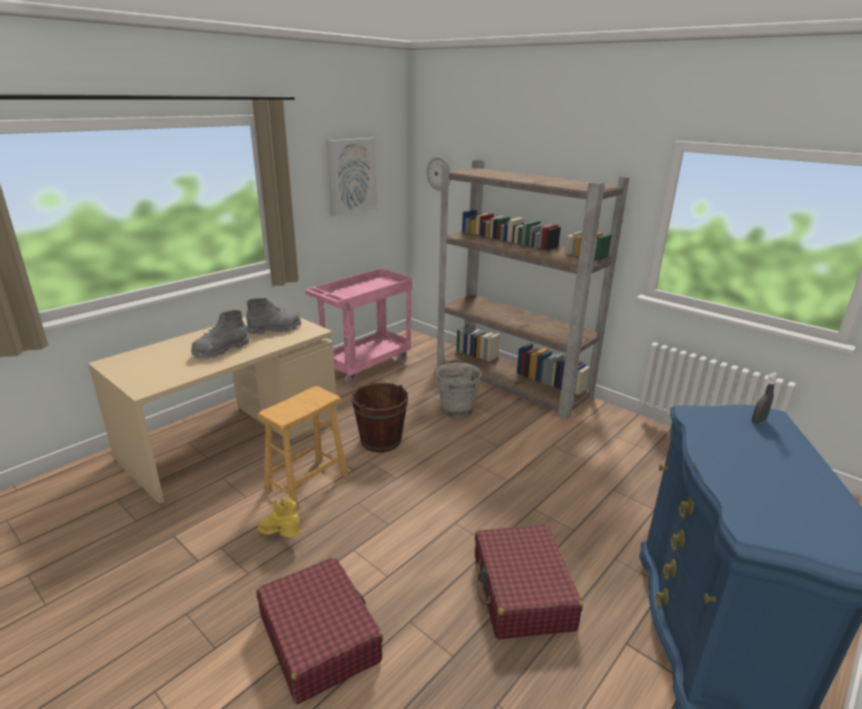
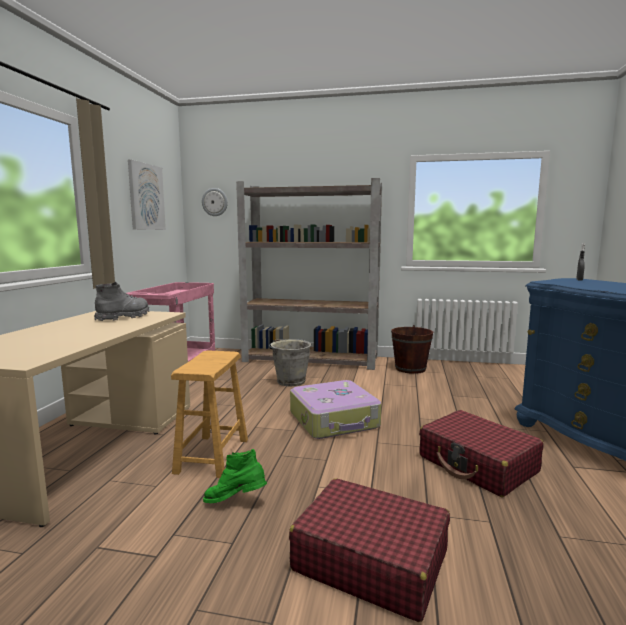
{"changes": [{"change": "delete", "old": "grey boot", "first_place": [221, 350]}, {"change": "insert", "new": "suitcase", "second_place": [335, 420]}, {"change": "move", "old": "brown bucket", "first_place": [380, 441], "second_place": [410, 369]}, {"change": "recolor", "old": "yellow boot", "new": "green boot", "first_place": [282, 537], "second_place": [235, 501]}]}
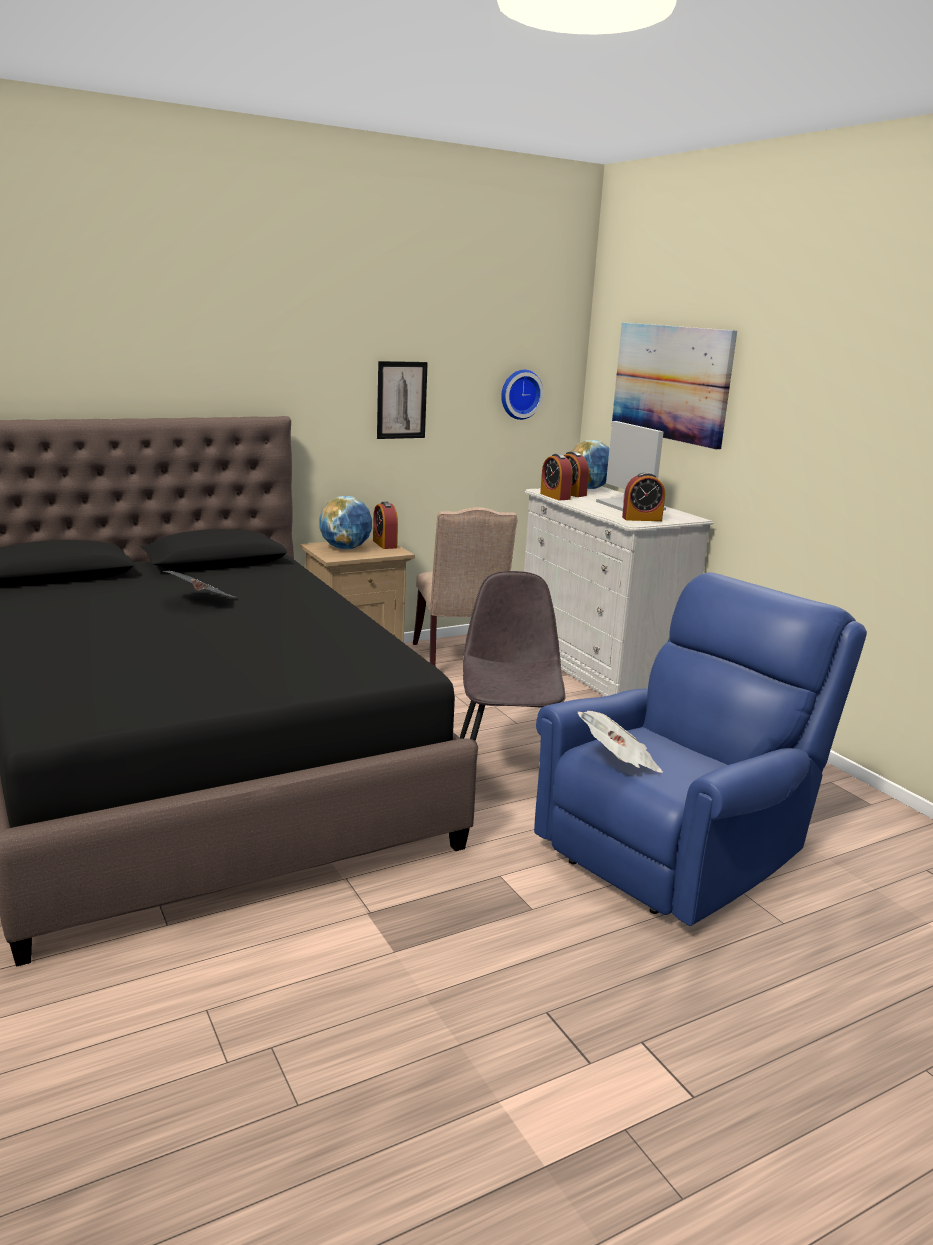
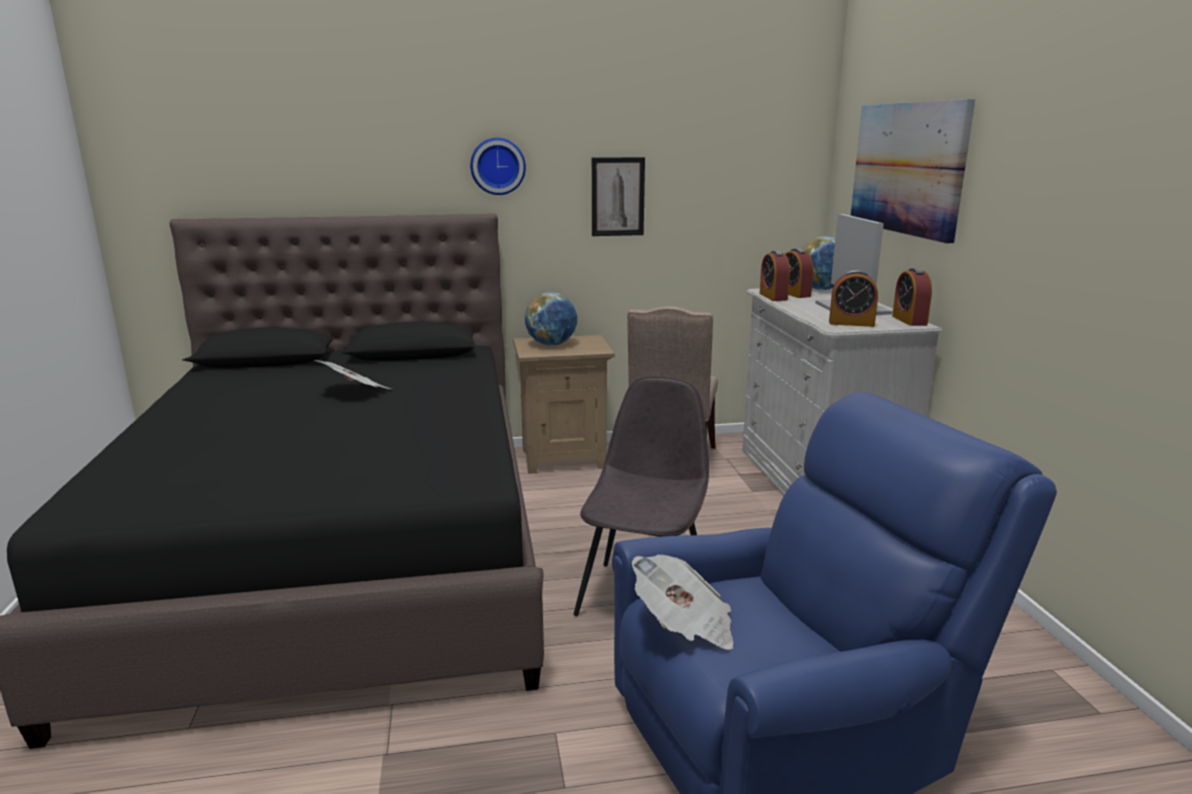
{"changes": [{"change": "move", "old": "alarm clock", "first_place": [384, 544], "second_place": [909, 320]}, {"change": "move", "old": "wall clock", "first_place": [520, 394], "second_place": [497, 166]}]}
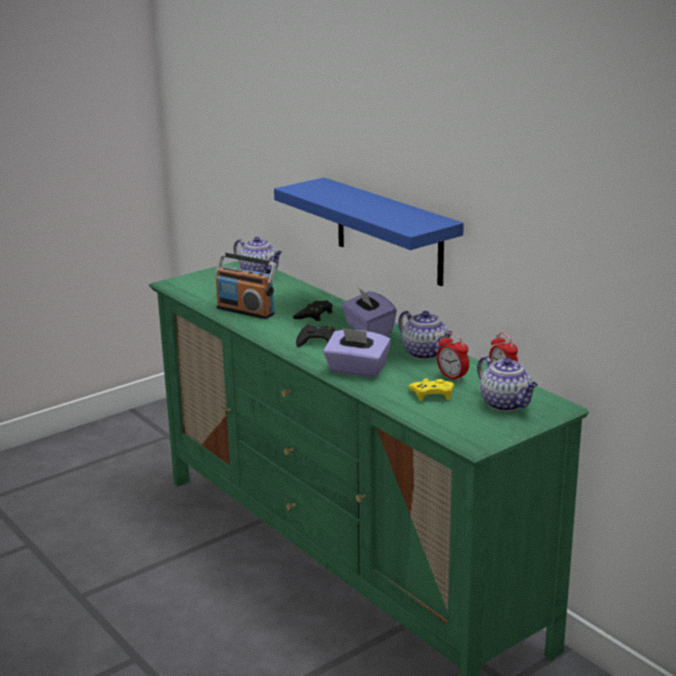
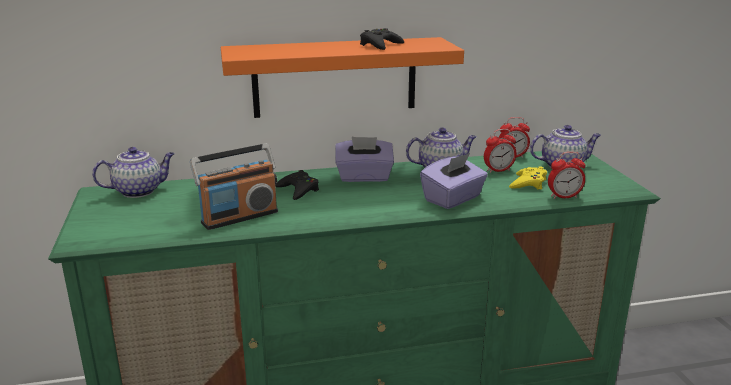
{"changes": [{"change": "insert", "new": "alarm clock", "second_place": [564, 197]}, {"change": "move", "old": "black game controller", "first_place": [318, 342], "second_place": [380, 45]}, {"change": "recolor", "old": "blue shelf", "new": "orange shelf", "first_place": [389, 231], "second_place": [335, 77]}]}
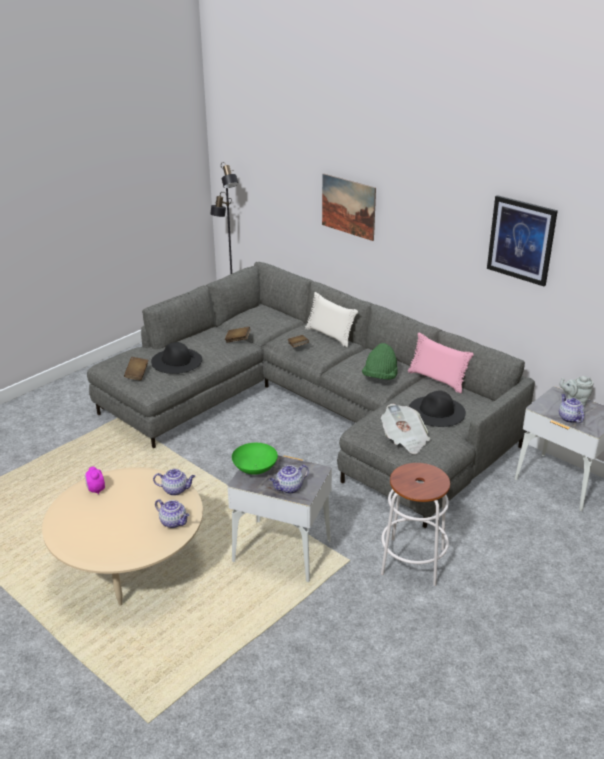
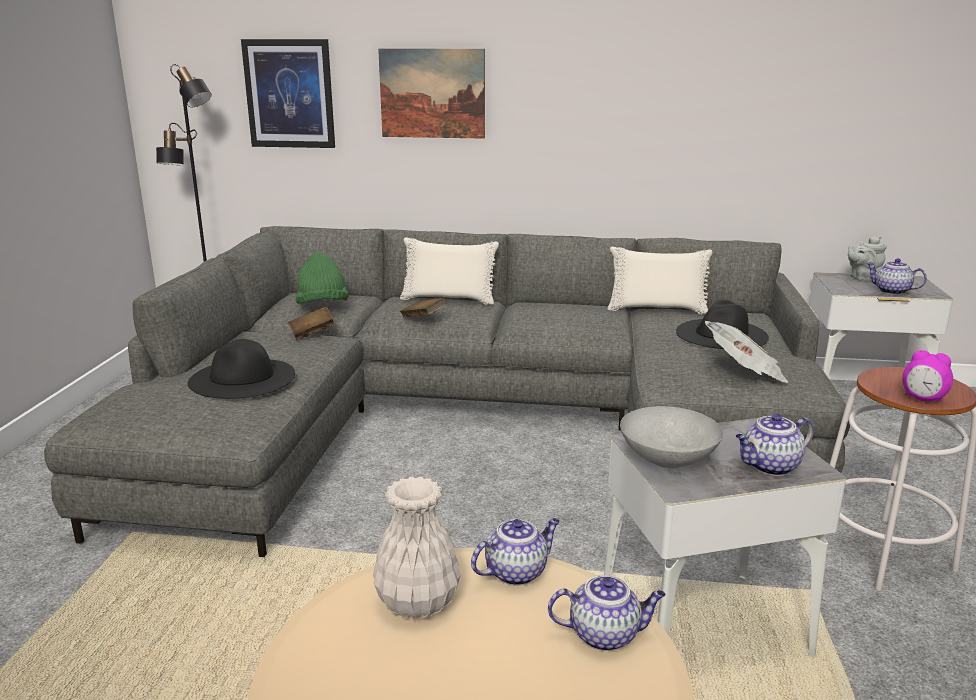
{"changes": [{"change": "delete", "old": "brown book", "first_place": [137, 374]}, {"change": "insert", "new": "white vase", "second_place": [417, 603]}, {"change": "move", "old": "alarm clock", "first_place": [96, 490], "second_place": [923, 399]}, {"change": "move", "old": "green hat", "first_place": [380, 377], "second_place": [322, 307]}, {"change": "move", "old": "picture", "first_place": [521, 240], "second_place": [289, 94]}, {"change": "recolor", "old": "green bowl", "new": "grey bowl", "first_place": [254, 469], "second_place": [666, 461]}, {"change": "recolor", "old": "pink pillow", "new": "white pillow", "first_place": [437, 380], "second_place": [656, 309]}, {"change": "rotate", "old": "teapot", "first_place": [289, 488], "second_place": [770, 466], "degrees": 45}]}
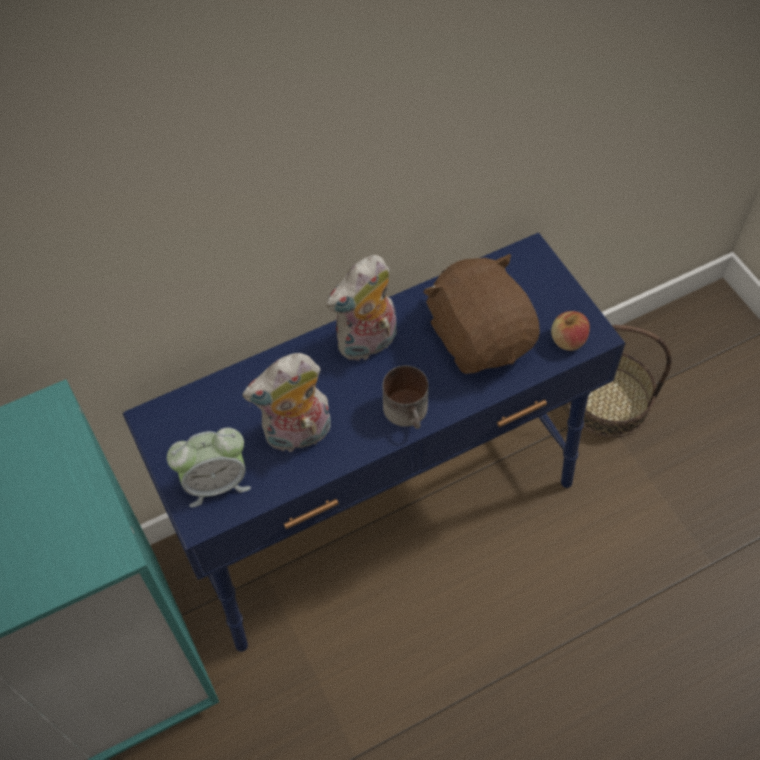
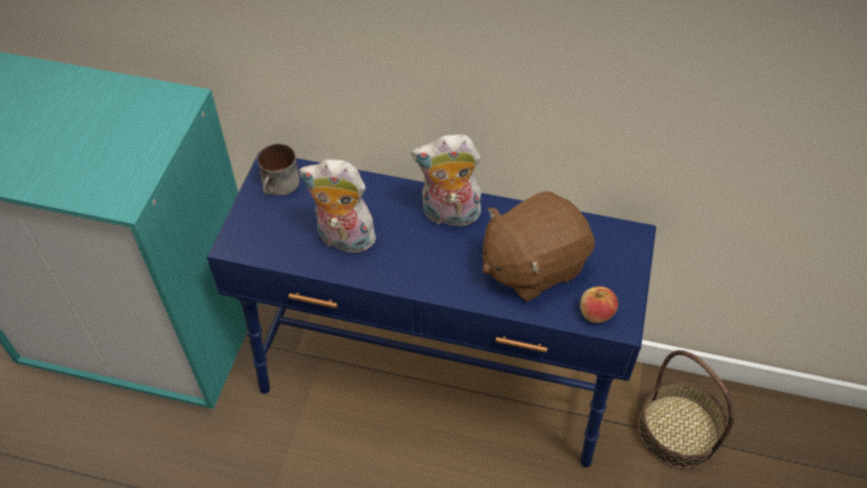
{"changes": [{"change": "delete", "old": "alarm clock", "first_place": [216, 483]}, {"change": "move", "old": "mug", "first_place": [409, 412], "second_place": [280, 186]}, {"change": "rotate", "old": "brown plush toy", "first_place": [480, 337], "second_place": [532, 265], "degrees": -135}]}
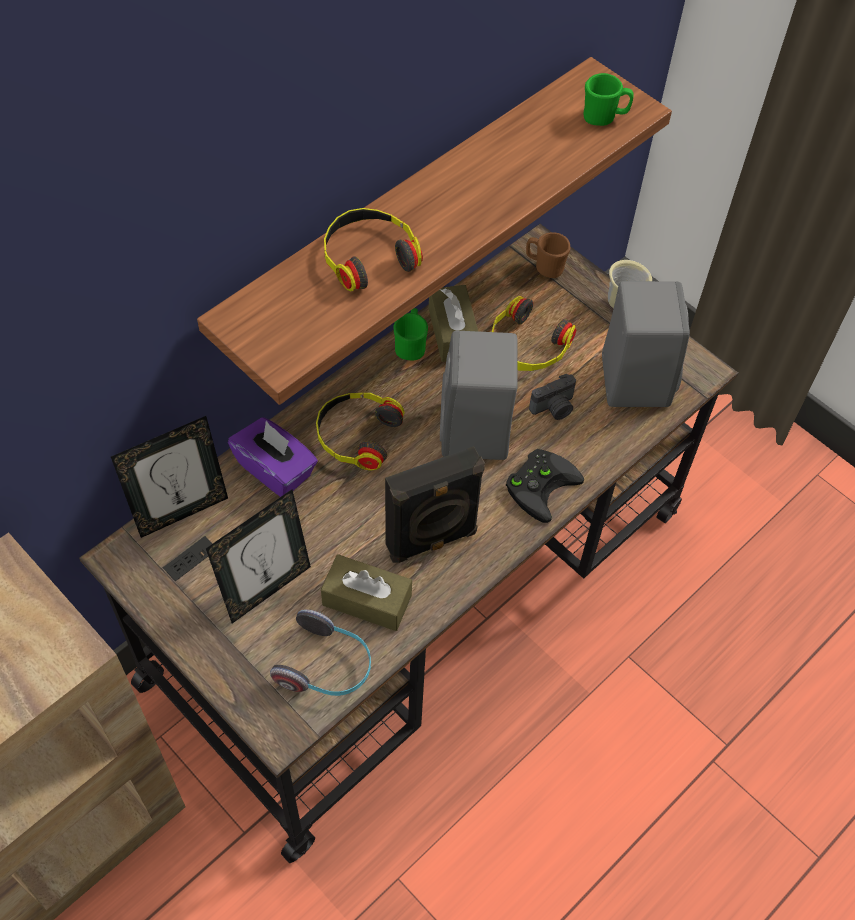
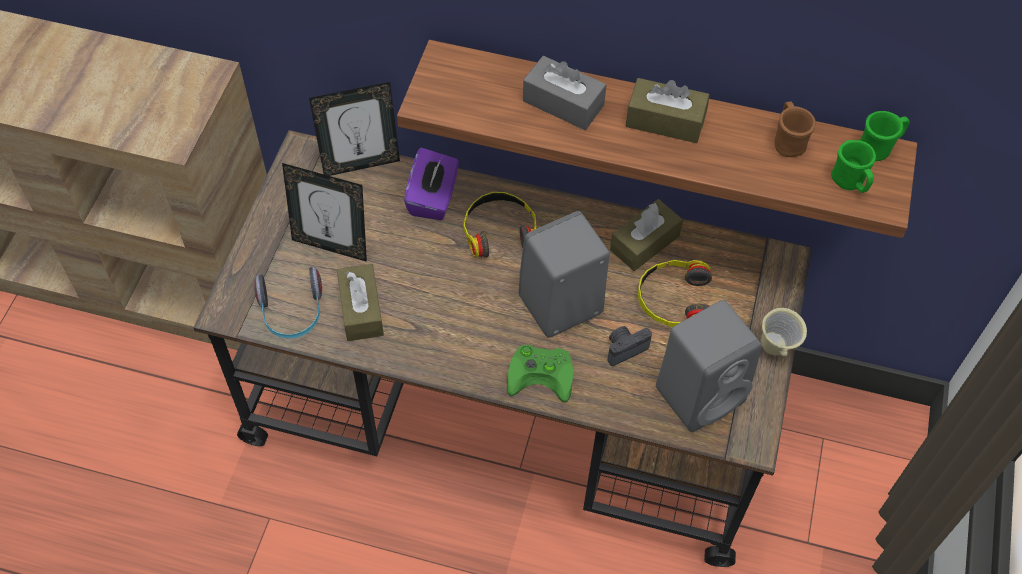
{"changes": [{"change": "delete", "old": "black speaker", "first_place": [432, 541]}, {"change": "insert", "new": "brown tissue box", "second_place": [665, 121]}, {"change": "move", "old": "green mug", "first_place": [411, 345], "second_place": [878, 148]}, {"change": "move", "old": "brown mug", "first_place": [545, 267], "second_place": [787, 142]}, {"change": "replace", "old": "headphones", "new": "grey tissue box", "first_place": [368, 256], "second_place": [563, 103]}, {"change": "recolor", "old": "black game controller", "new": "green game controller", "first_place": [540, 484], "second_place": [543, 373]}, {"change": "rotate", "old": "picture frame", "first_place": [181, 511], "second_place": [360, 164], "degrees": -45}, {"change": "rotate", "old": "photo camera", "first_place": [554, 408], "second_place": [624, 348], "degrees": 120}]}
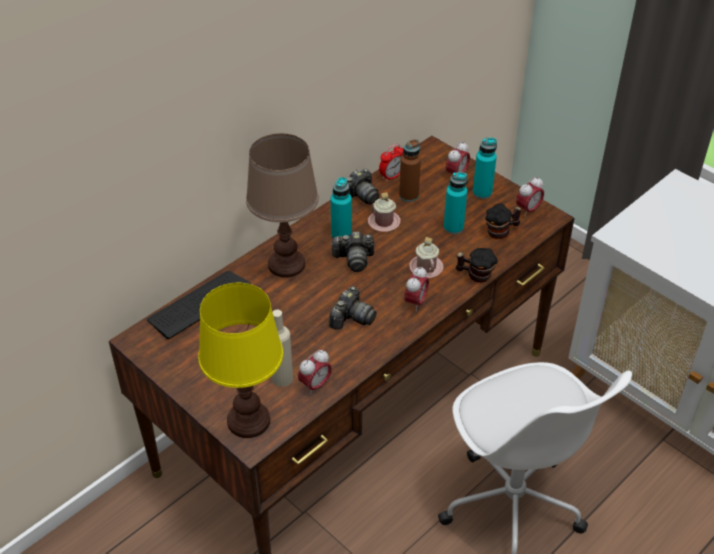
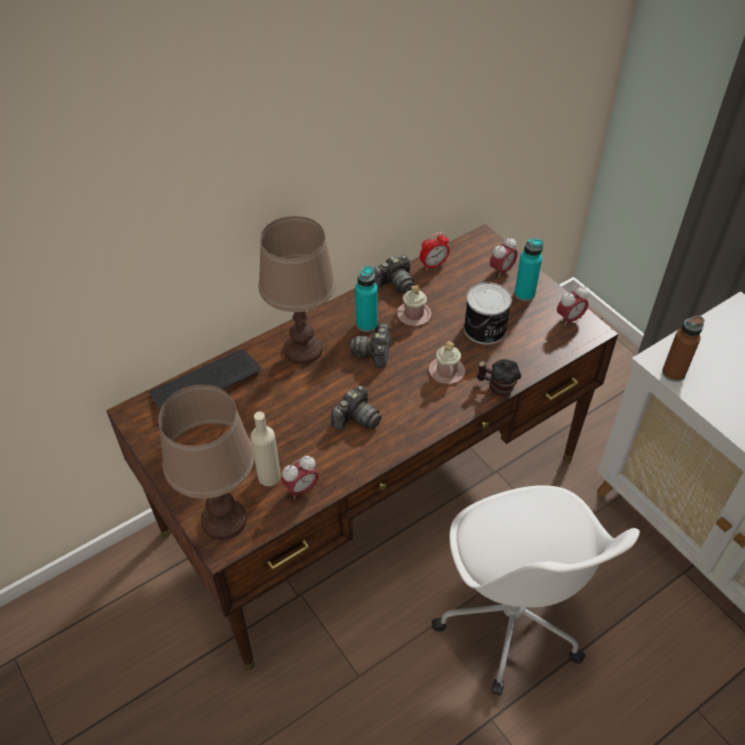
{"changes": [{"change": "delete", "old": "alarm clock", "first_place": [415, 302]}, {"change": "delete", "old": "mug", "first_place": [501, 232]}, {"change": "move", "old": "brown bottle", "first_place": [409, 195], "second_place": [673, 373]}, {"change": "replace", "old": "turquoise bottle", "new": "can", "first_place": [453, 227], "second_place": [485, 329]}, {"change": "recolor", "old": "yellow table lamp", "new": "brown table lamp", "first_place": [249, 421], "second_place": [224, 520]}, {"change": "rotate", "old": "photo camera", "first_place": [354, 259], "second_place": [373, 352], "degrees": 90}]}
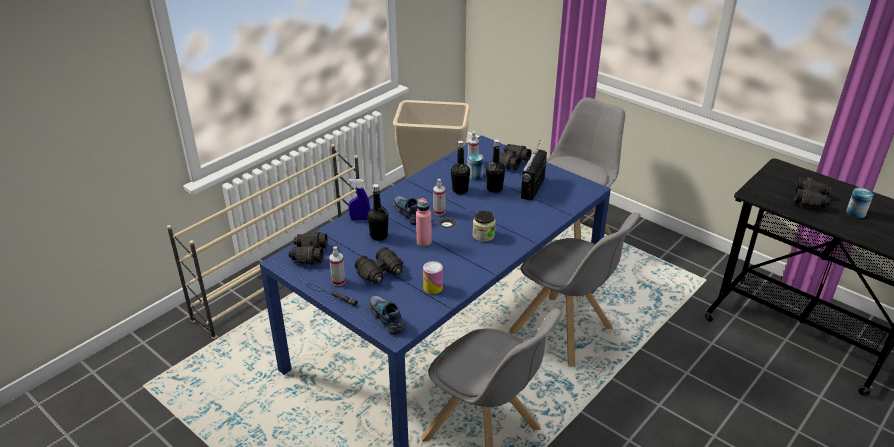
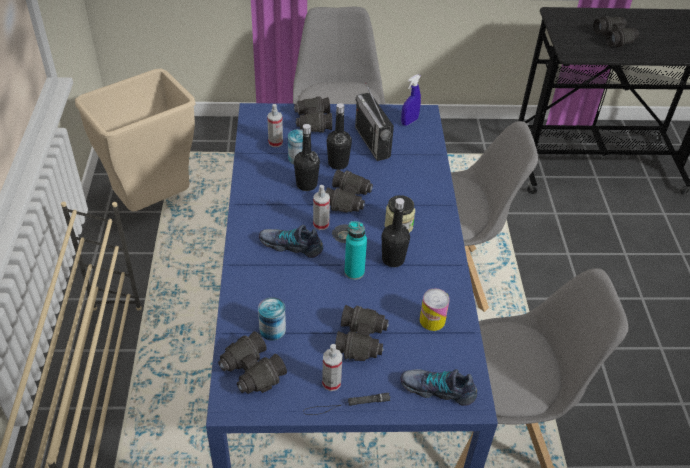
{"changes": [{"change": "insert", "new": "black binoculars", "second_place": [348, 199]}, {"change": "move", "old": "blue spray bottle", "first_place": [360, 219], "second_place": [409, 121]}, {"change": "move", "old": "black bottle", "first_place": [379, 236], "second_place": [393, 259]}, {"change": "move", "old": "can", "first_place": [856, 212], "second_place": [272, 330]}, {"change": "recolor", "old": "pink bottle", "new": "turquoise bottle", "first_place": [424, 242], "second_place": [354, 272]}]}
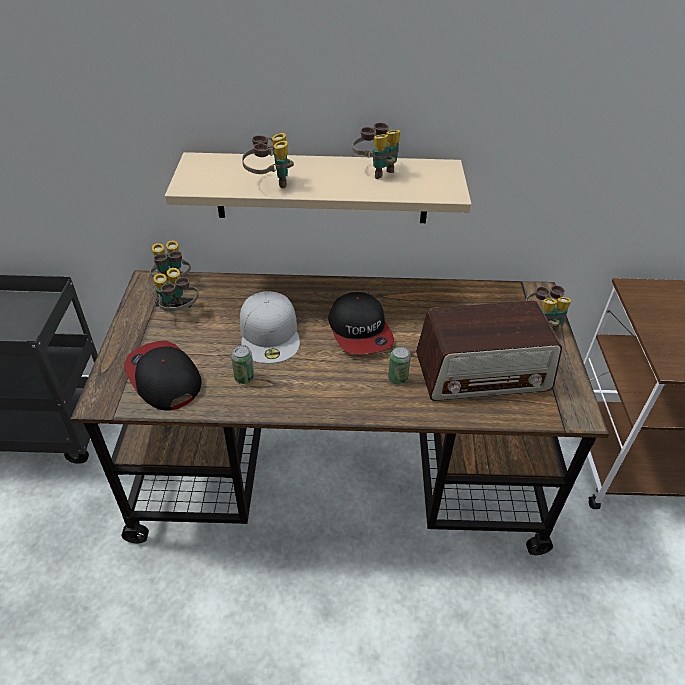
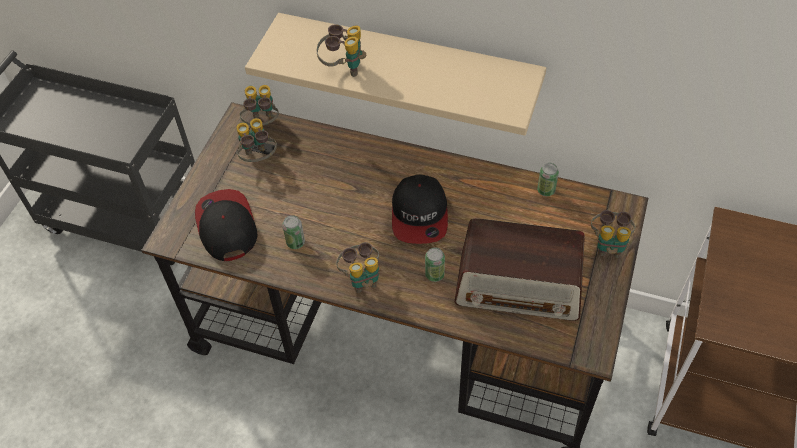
{"changes": [{"change": "delete", "old": "white cap", "first_place": [270, 334]}, {"change": "insert", "new": "can", "second_place": [546, 190]}, {"change": "move", "old": "binoculars", "first_place": [376, 170], "second_place": [361, 278]}]}
